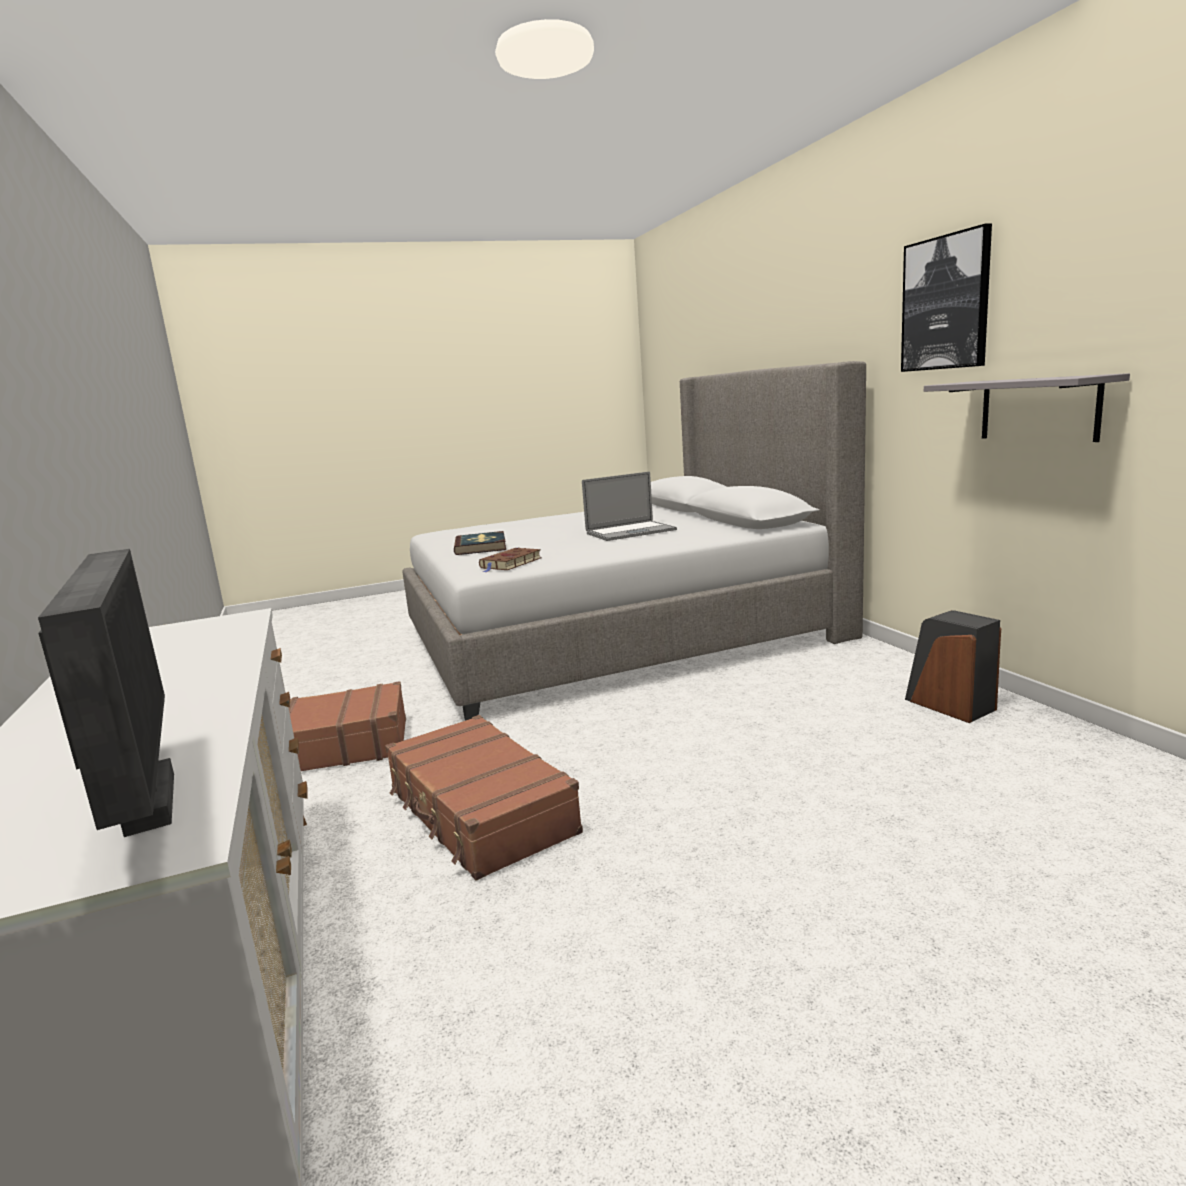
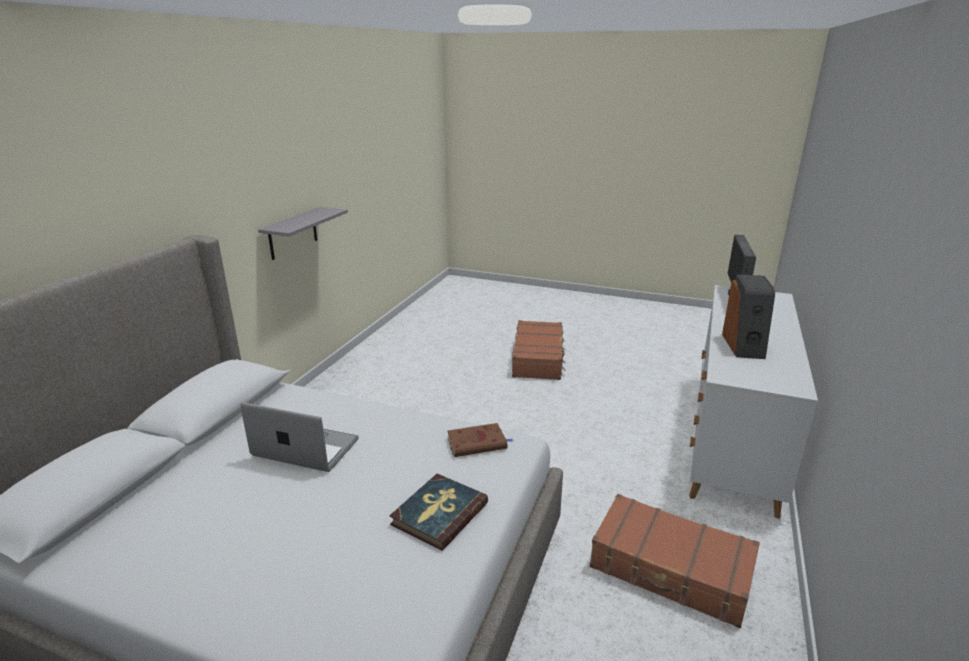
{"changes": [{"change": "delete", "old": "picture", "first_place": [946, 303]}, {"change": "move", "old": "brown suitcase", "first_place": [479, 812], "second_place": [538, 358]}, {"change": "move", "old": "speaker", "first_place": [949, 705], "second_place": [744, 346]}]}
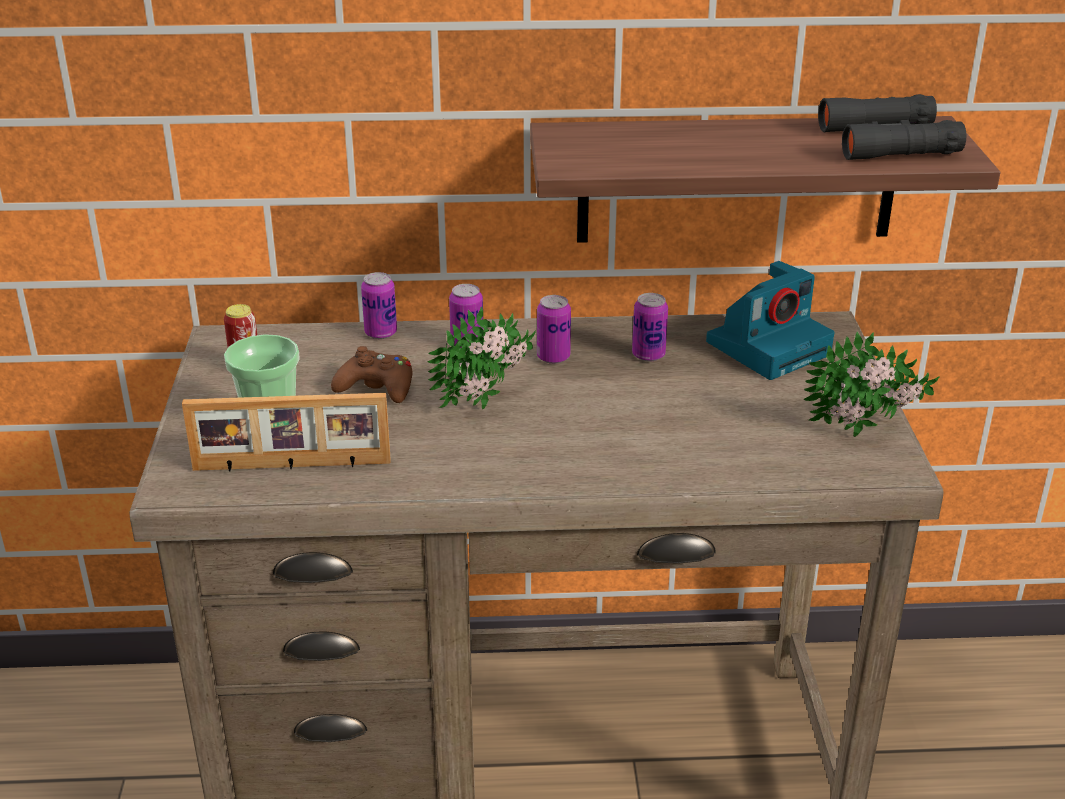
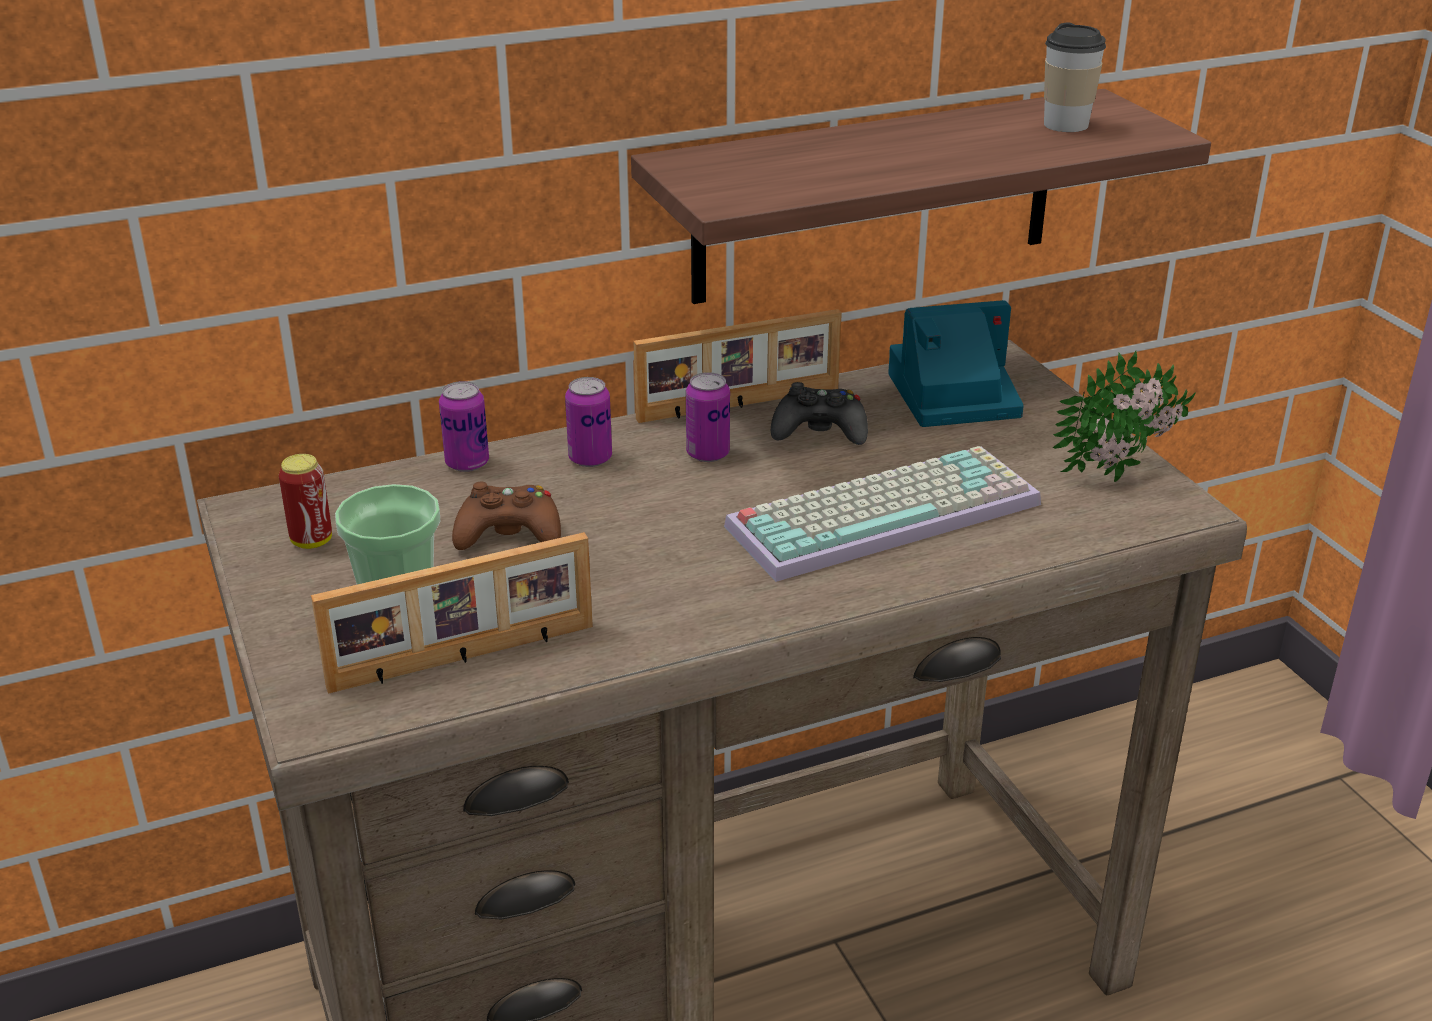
{"changes": [{"change": "delete", "old": "potted plant", "first_place": [489, 401]}, {"change": "insert", "new": "picture frame", "second_place": [739, 405]}, {"change": "insert", "new": "keyboard", "second_place": [884, 511]}, {"change": "replace", "old": "can", "new": "black game controller", "first_place": [648, 355], "second_place": [819, 430]}, {"change": "replace", "old": "black binoculars", "new": "cup", "first_place": [888, 142], "second_place": [1066, 125]}, {"change": "rotate", "old": "photo camera", "first_place": [769, 347], "second_place": [950, 396], "degrees": -135}]}
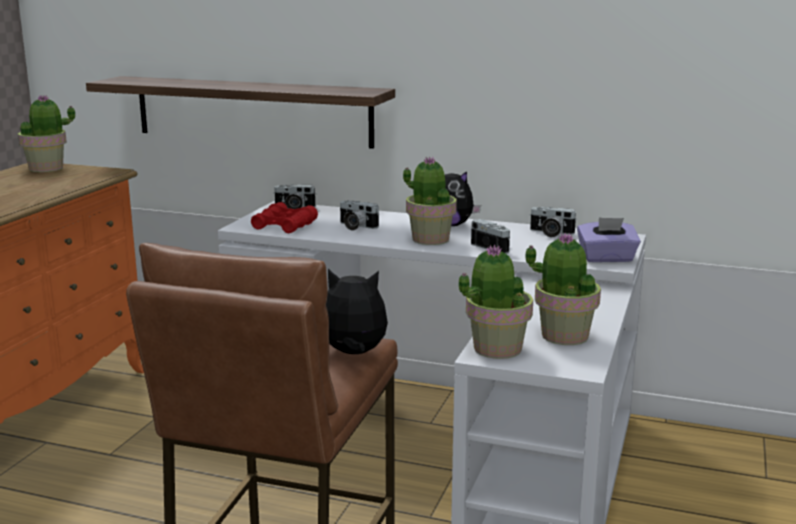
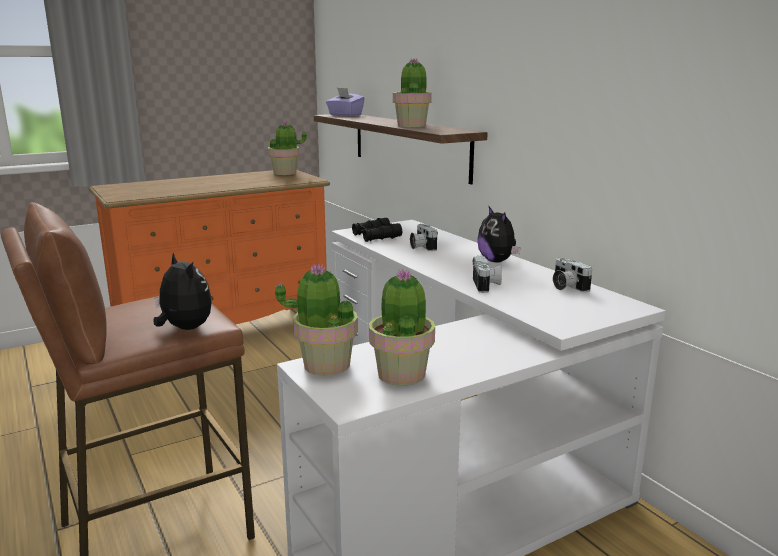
{"changes": [{"change": "delete", "old": "photo camera", "first_place": [294, 208]}, {"change": "move", "old": "potted plant", "first_place": [430, 239], "second_place": [412, 125]}, {"change": "move", "old": "purple tissue box", "first_place": [607, 258], "second_place": [345, 115]}, {"change": "recolor", "old": "red binoculars", "new": "black binoculars", "first_place": [284, 226], "second_place": [376, 236]}]}
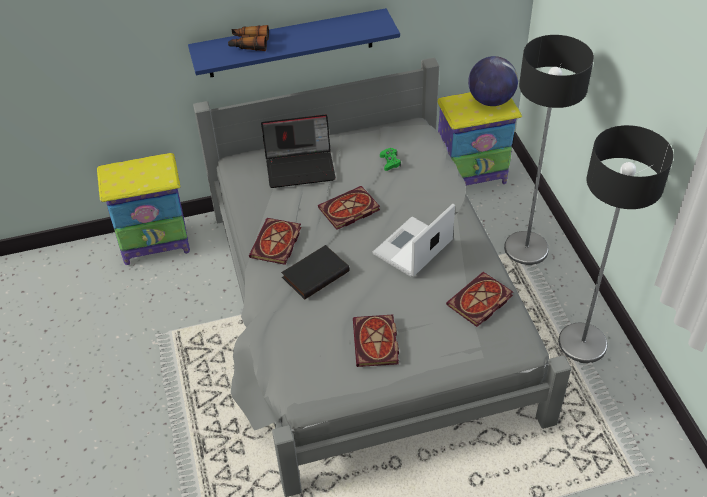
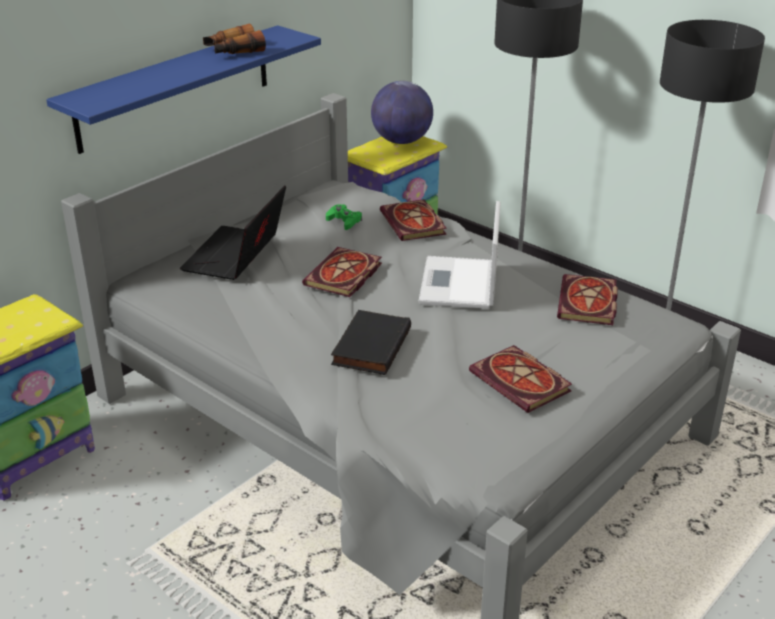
{"changes": [{"change": "move", "old": "binoculars", "first_place": [249, 44], "second_place": [233, 51]}, {"change": "move", "old": "book", "first_place": [276, 244], "second_place": [414, 224]}, {"change": "rotate", "old": "laptop", "first_place": [301, 166], "second_place": [236, 256], "degrees": 150}]}
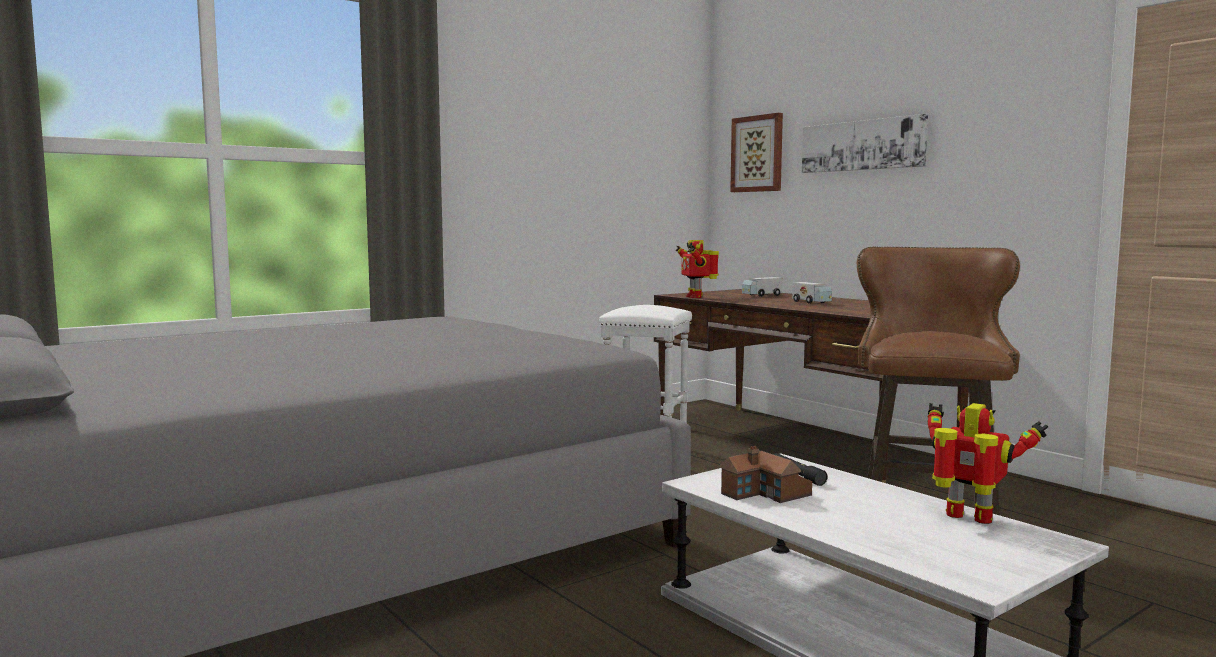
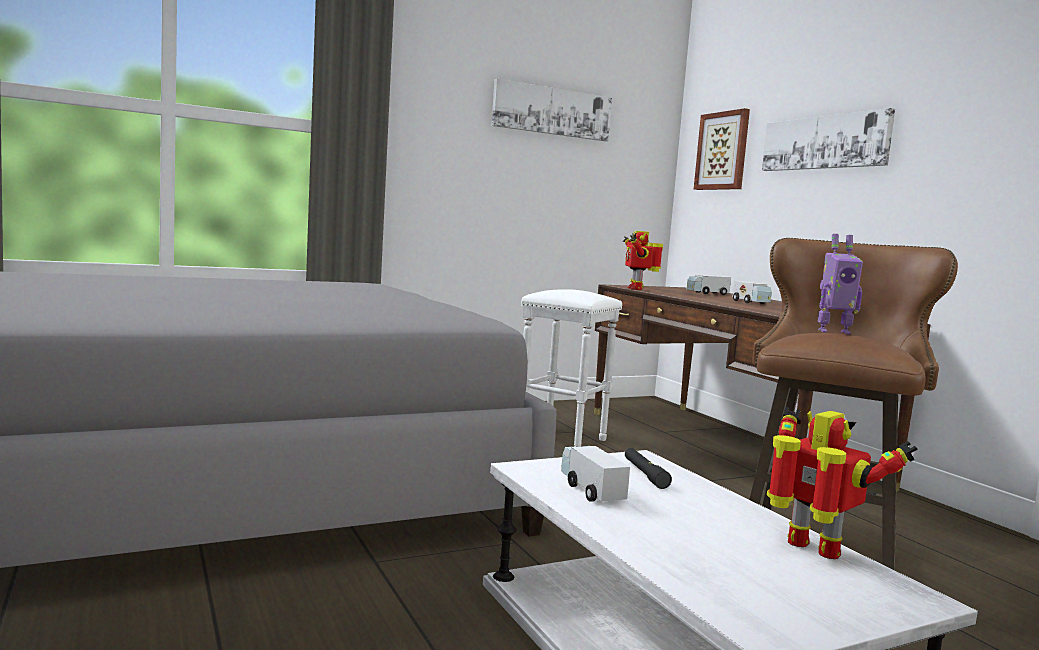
{"changes": [{"change": "insert", "new": "picture", "second_place": [552, 111]}, {"change": "insert", "new": "toy robot", "second_place": [833, 332]}, {"change": "replace", "old": "toy house", "new": "toy truck", "first_place": [765, 494], "second_place": [591, 490]}]}
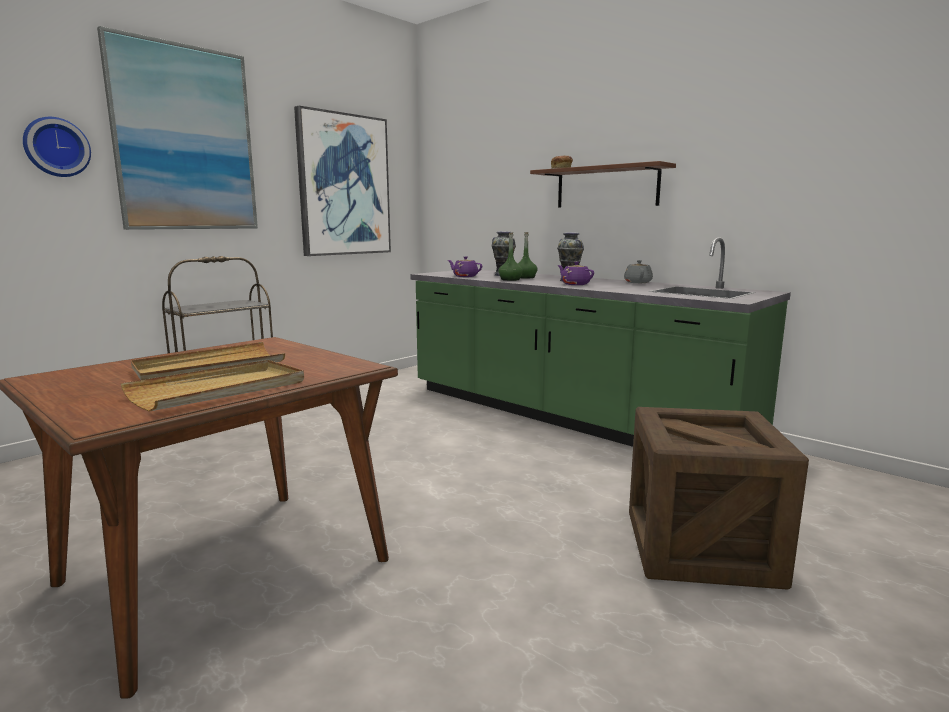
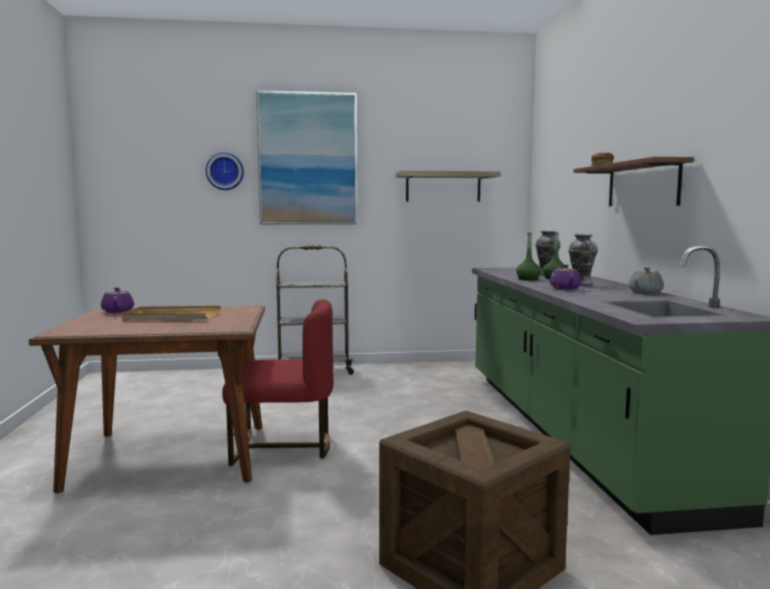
{"changes": [{"change": "delete", "old": "beige tray", "first_place": [220, 390]}, {"change": "insert", "new": "red chair", "second_place": [283, 447]}, {"change": "move", "old": "purple teapot", "first_place": [465, 276], "second_place": [118, 311]}, {"change": "replace", "old": "picture", "new": "shelf", "first_place": [344, 185], "second_place": [443, 187]}]}
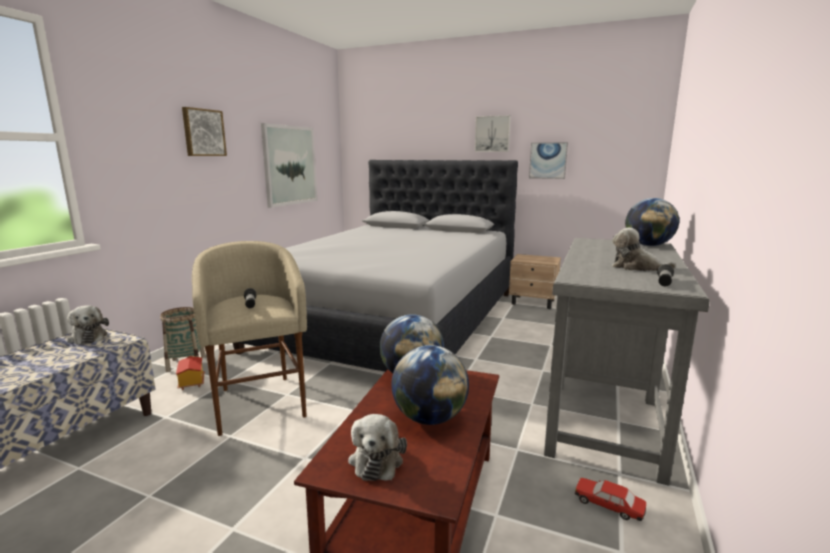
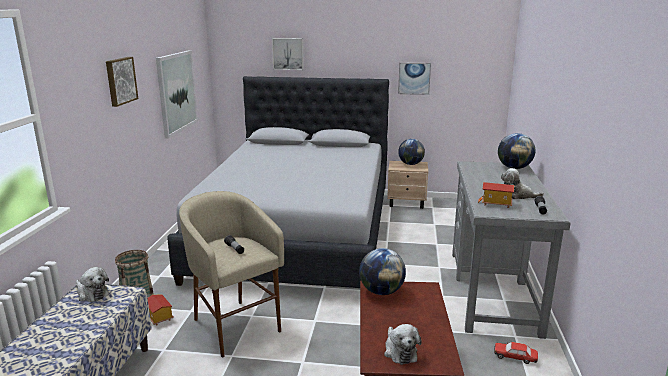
{"changes": [{"change": "insert", "new": "toy house", "second_place": [496, 204]}, {"change": "move", "old": "globe", "first_place": [429, 418], "second_place": [410, 164]}, {"change": "move", "old": "picture", "first_place": [492, 134], "second_place": [288, 53]}]}
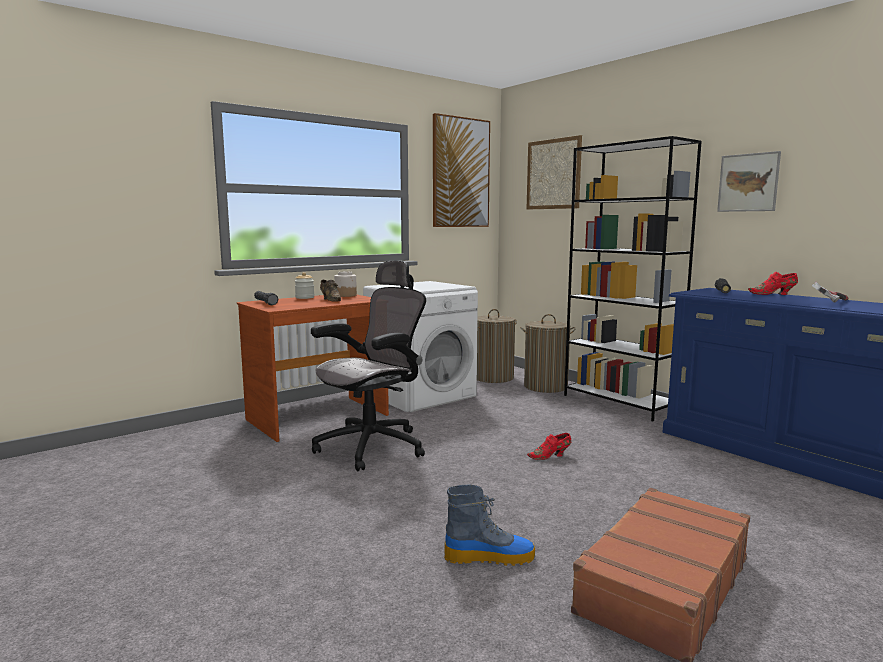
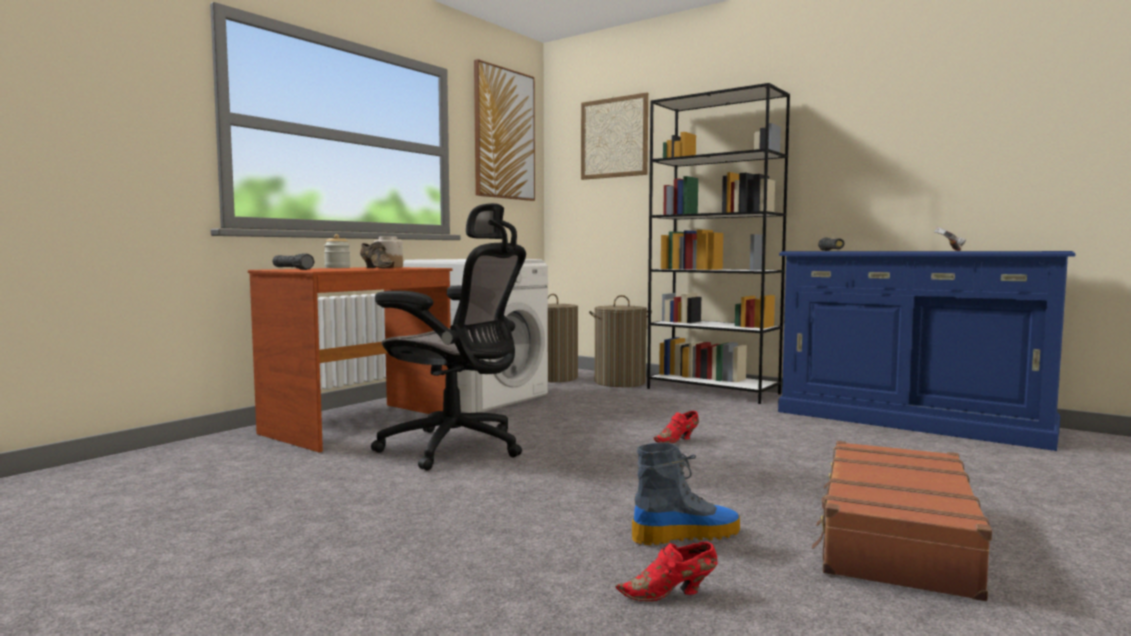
{"changes": [{"change": "delete", "old": "picture", "first_place": [748, 182]}, {"change": "move", "old": "red shoe", "first_place": [774, 294], "second_place": [671, 594]}, {"change": "rotate", "old": "office chair", "first_place": [371, 447], "second_place": [454, 447], "degrees": 90}]}
